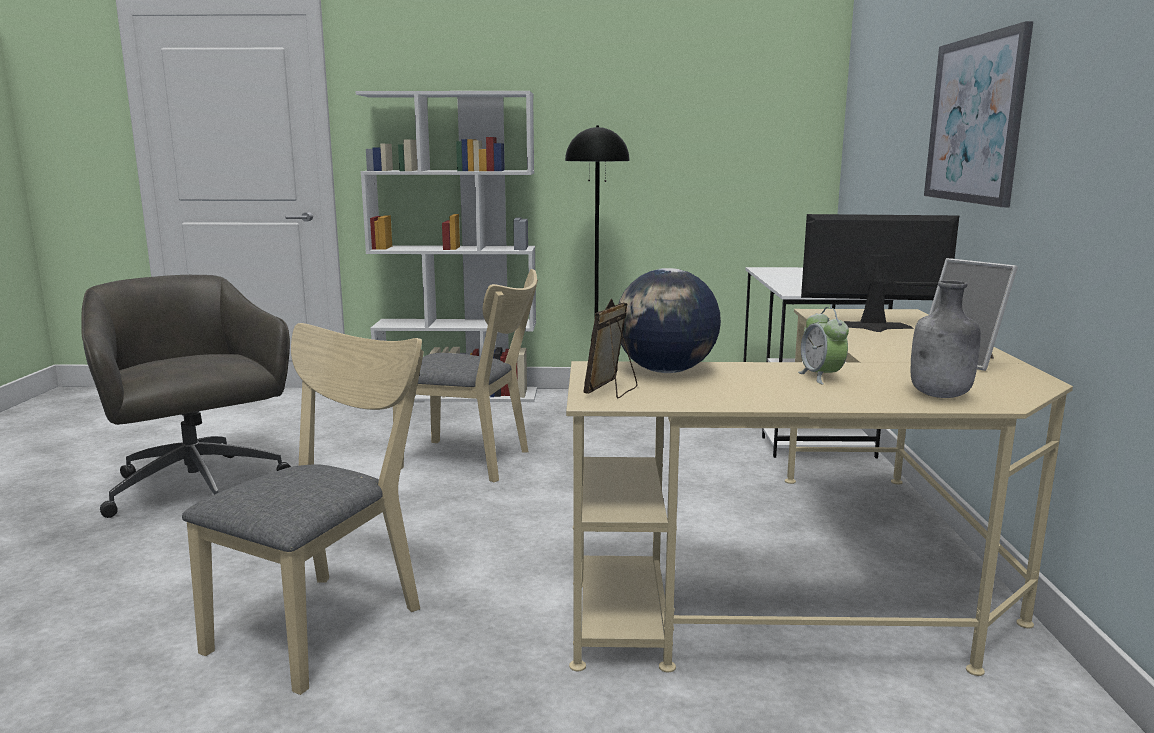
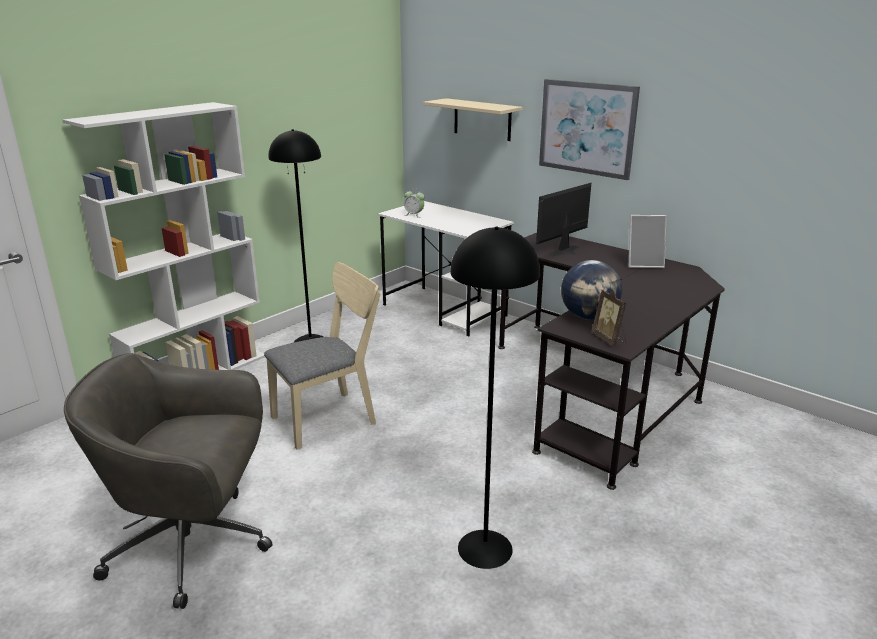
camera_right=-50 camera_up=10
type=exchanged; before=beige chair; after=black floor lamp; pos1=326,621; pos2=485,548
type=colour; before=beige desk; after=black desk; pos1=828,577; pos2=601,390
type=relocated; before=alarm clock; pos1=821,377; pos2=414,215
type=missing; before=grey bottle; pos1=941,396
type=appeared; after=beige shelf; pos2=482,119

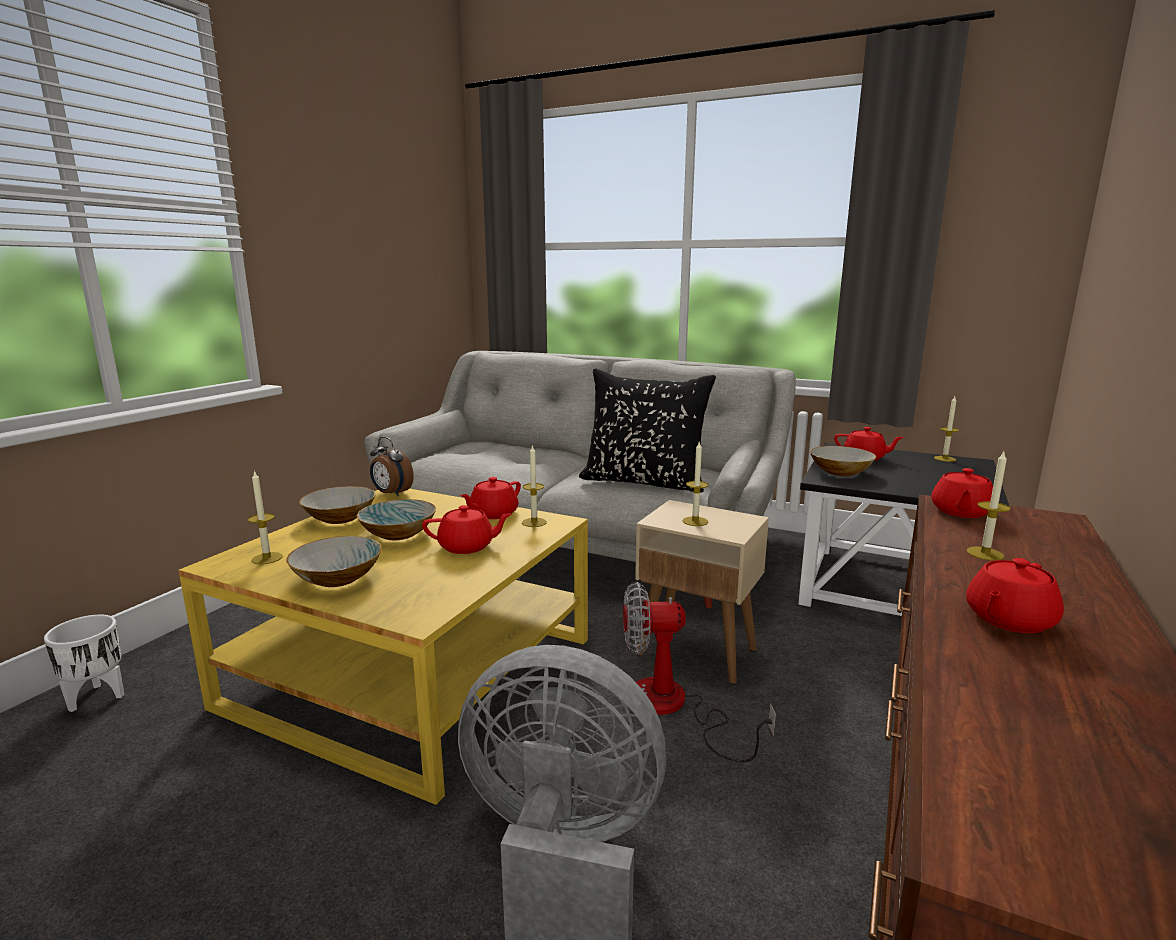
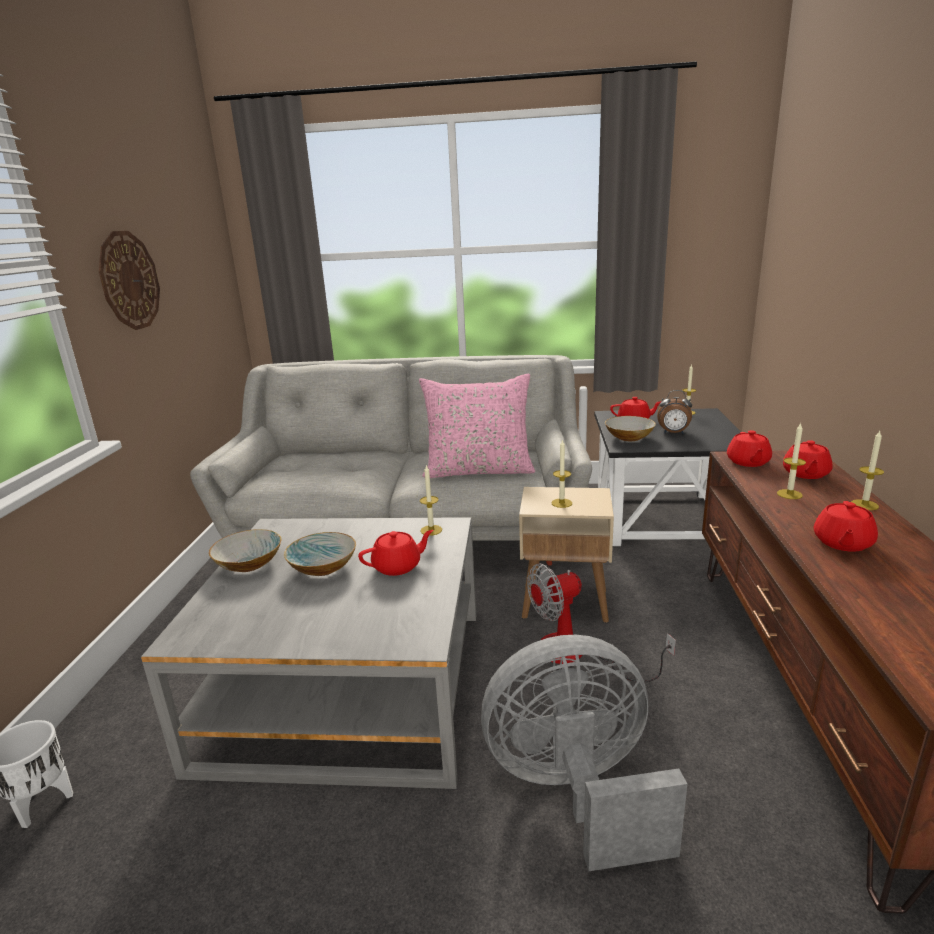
camera_right=-20 camera_up=5
type=colour; before=yellow coffee table; after=grey coffee table; pos1=413,671; pos2=349,685
type=relocated; before=candle; pos1=267,558; pos2=864,505
type=missing; before=bowl; pos1=337,579
type=relocated; before=alarm clock; pos1=391,494; pos2=673,433
type=relocated; before=red teapot; pos1=493,514; pos2=805,474
type=colour; before=black pillow; after=pink pillow; pos1=644,481; pos2=478,470
type=appeared; after=wall clock; pos2=129,280

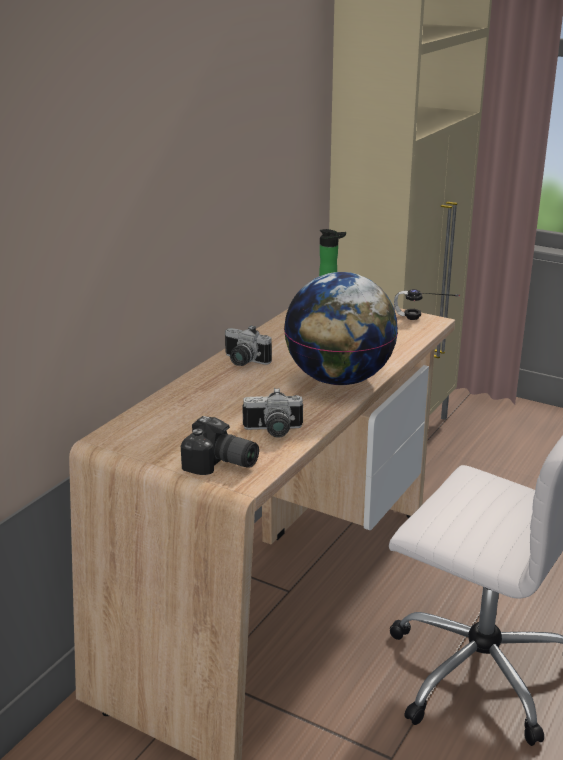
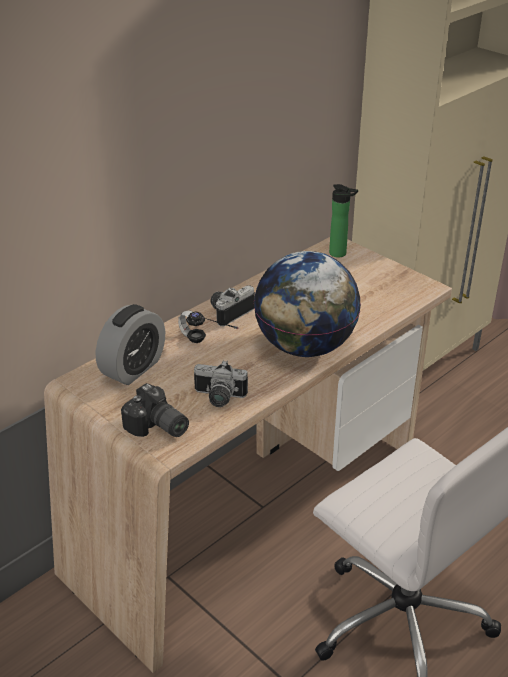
camera_right=15 camera_up=10
type=spun; before=photo camera; pos1=243,361; pos2=229,312; turn=90
type=relocated; before=headphones; pos1=421,322; pos2=201,347
type=appeared; after=alarm clock; pos2=133,368

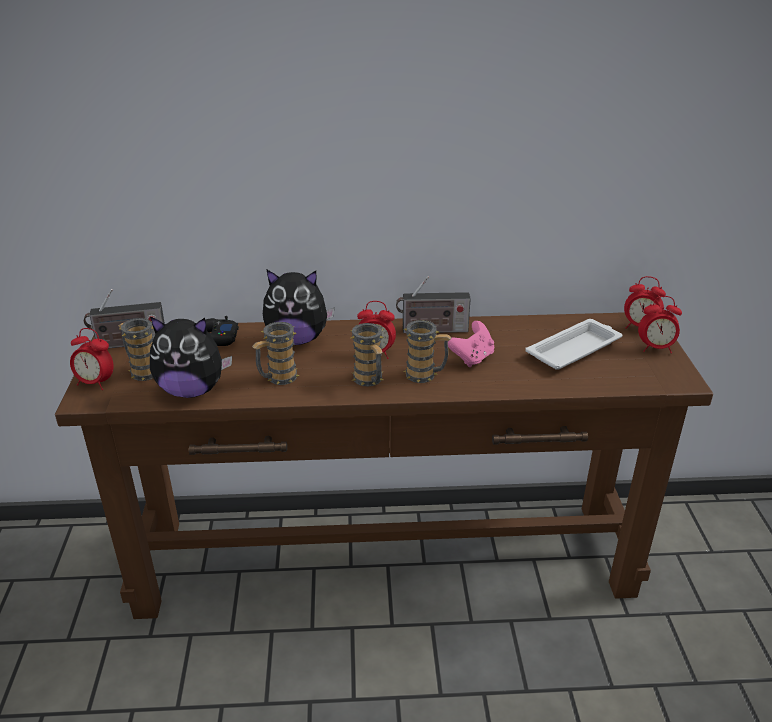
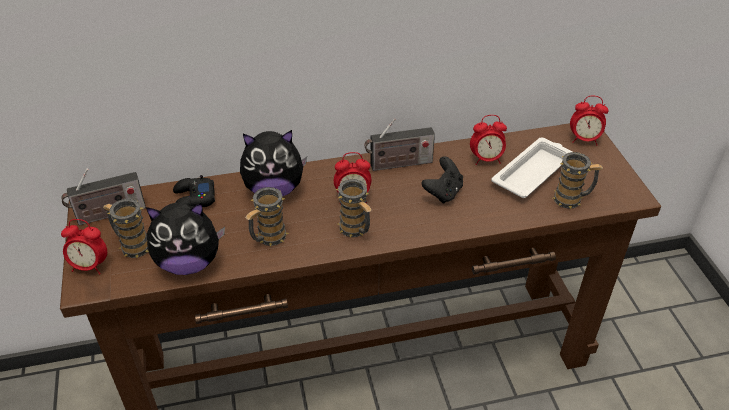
camera_right=-10 camera_up=10
type=relocated; before=mug; pos1=426,375; pos2=572,199
type=colour; before=pink game controller; after=black game controller; pos1=472,358; pos2=443,192
type=relocated; before=alarm clock; pos1=655,348; pos2=486,159

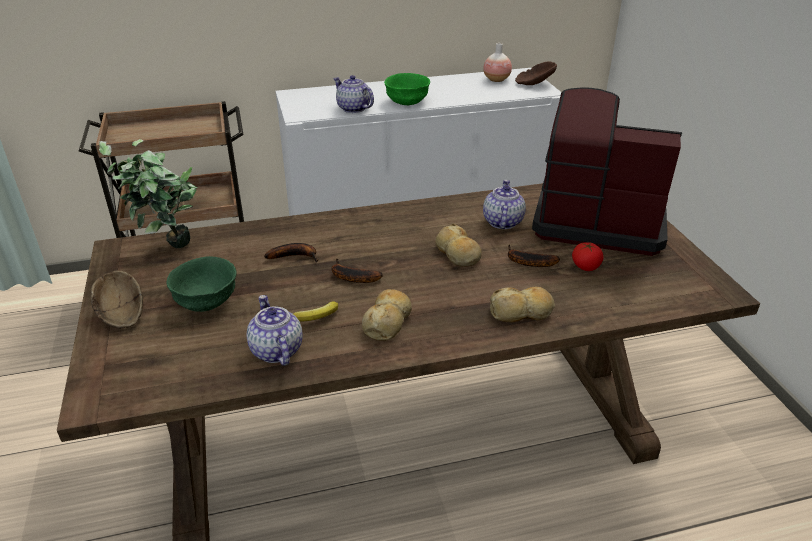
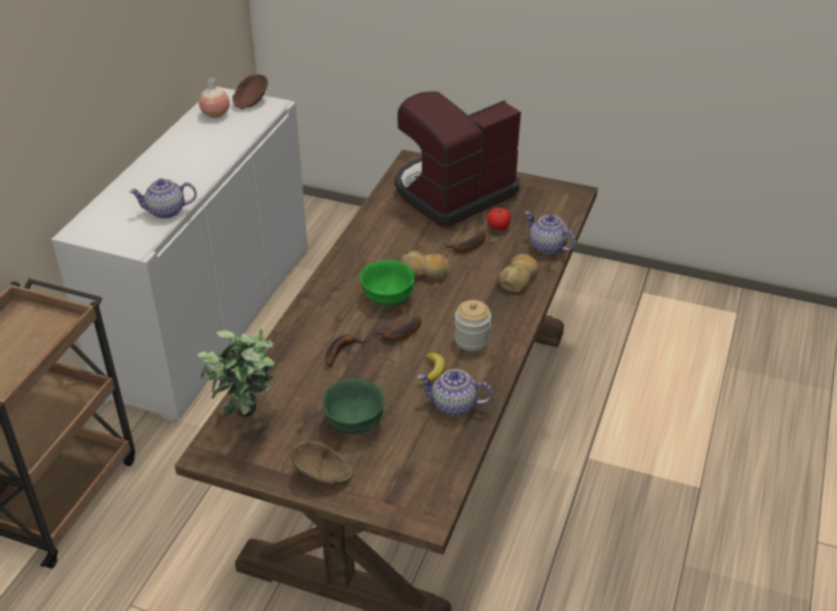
camera_right=-55 camera_up=5
type=exchanged; before=bread; after=jar; pos1=388,321; pos2=471,340
type=relocated; before=green bowl; pos1=407,102; pos2=388,296
type=relocated; before=teapot; pos1=502,222; pos2=547,246

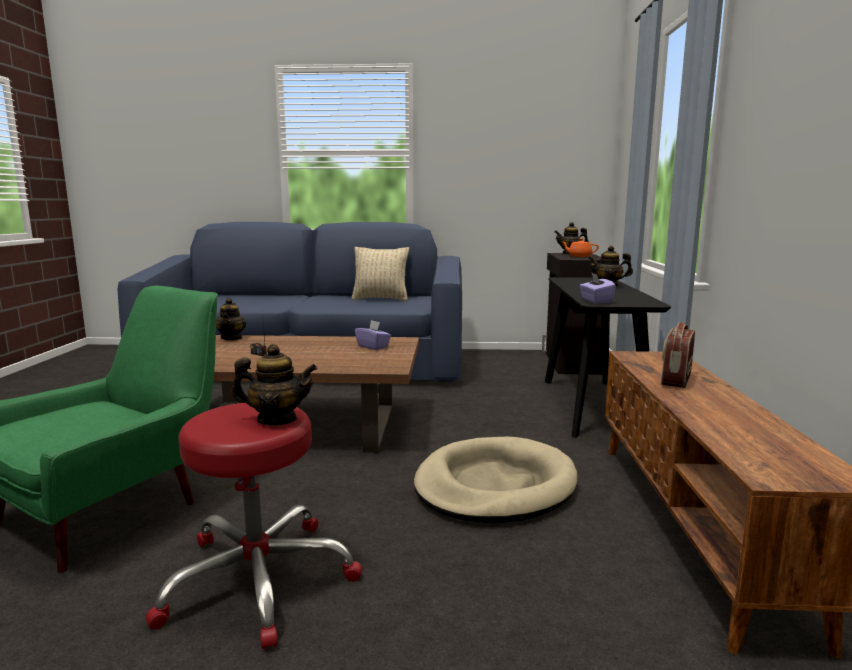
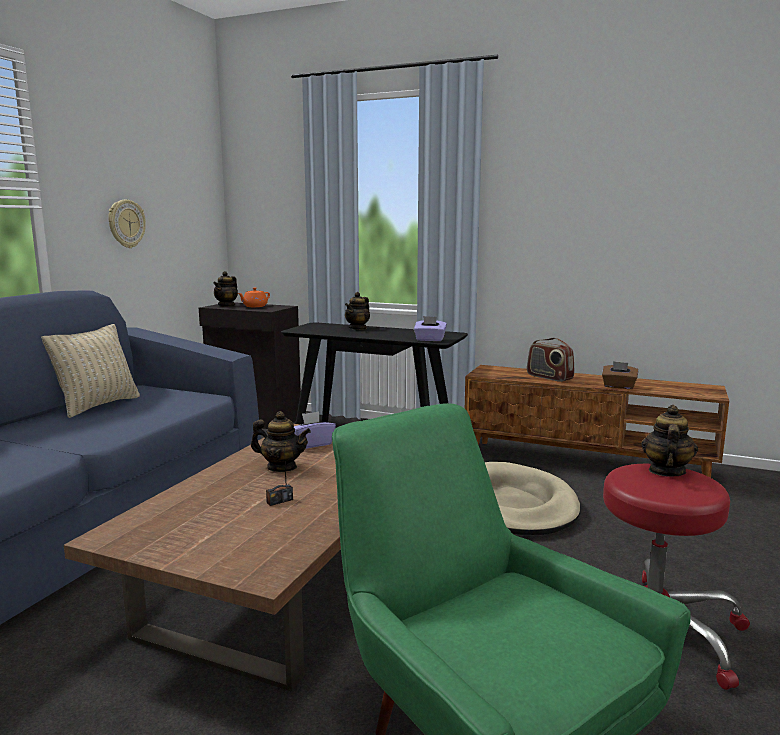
camera_right=-70 camera_up=0
type=relocated; before=teapot; pos1=232,338; pos2=282,467
type=appeared; after=wall clock; pos2=126,224
type=appeared; after=brown tissue box; pos2=618,386

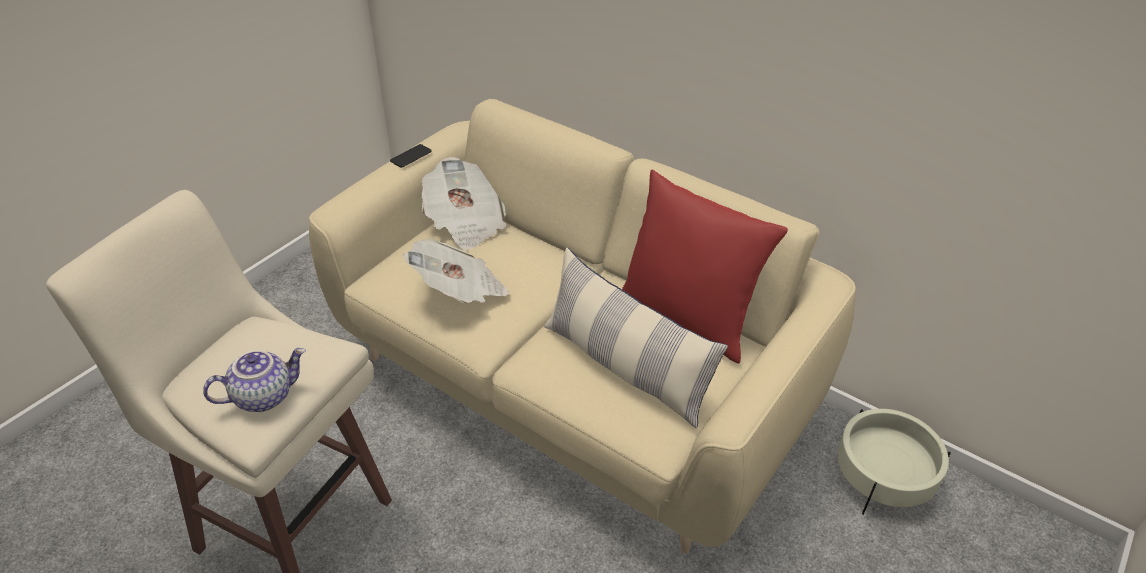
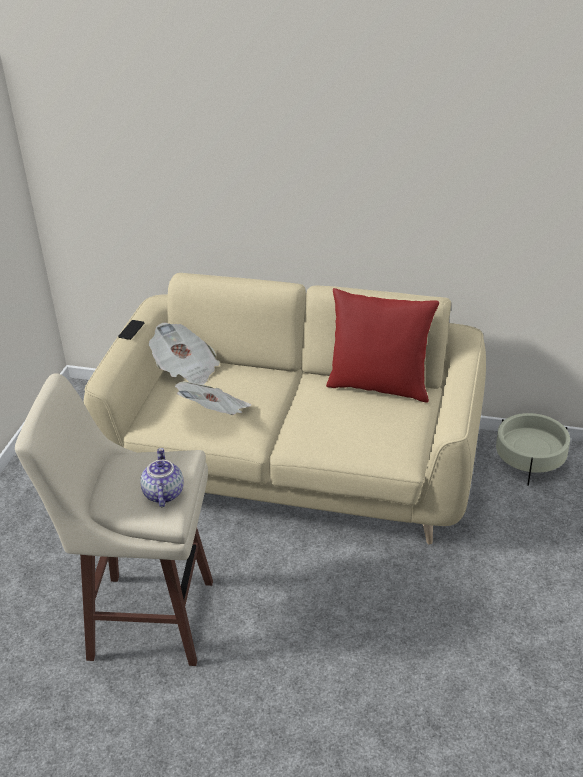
camera_right=-20 camera_up=-5
type=spun; before=teapot; pos1=264,395; pos2=162,493; turn=-45
type=missing; before=pillow; pos1=625,367

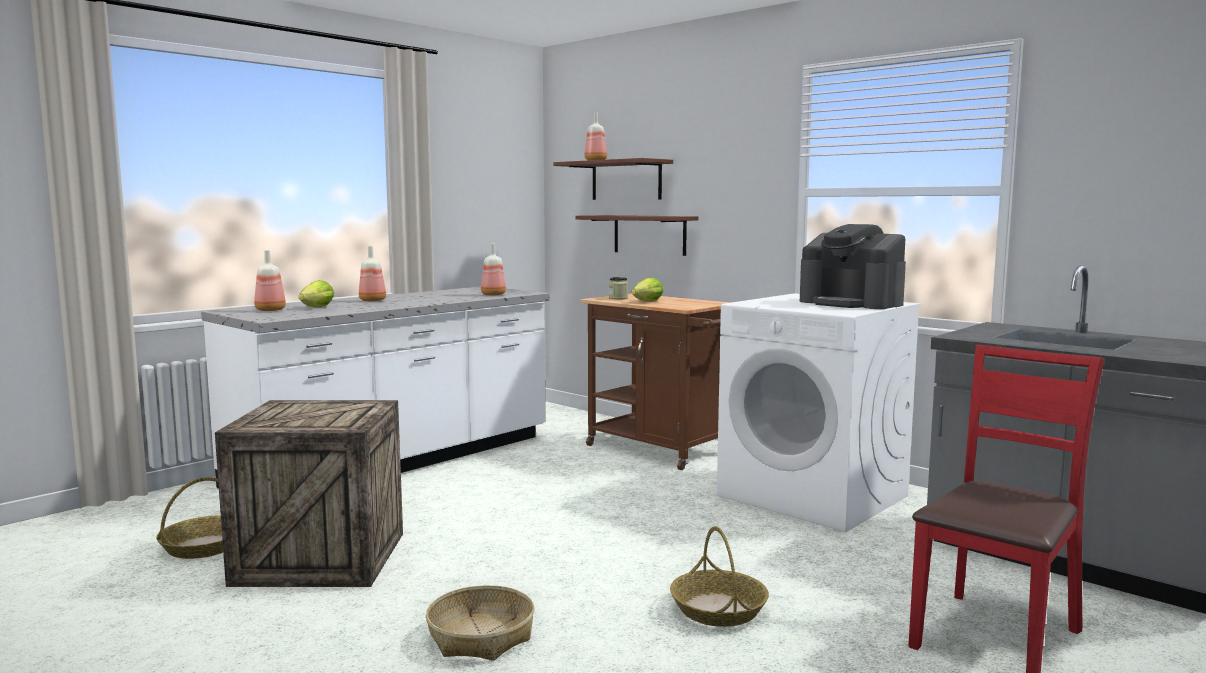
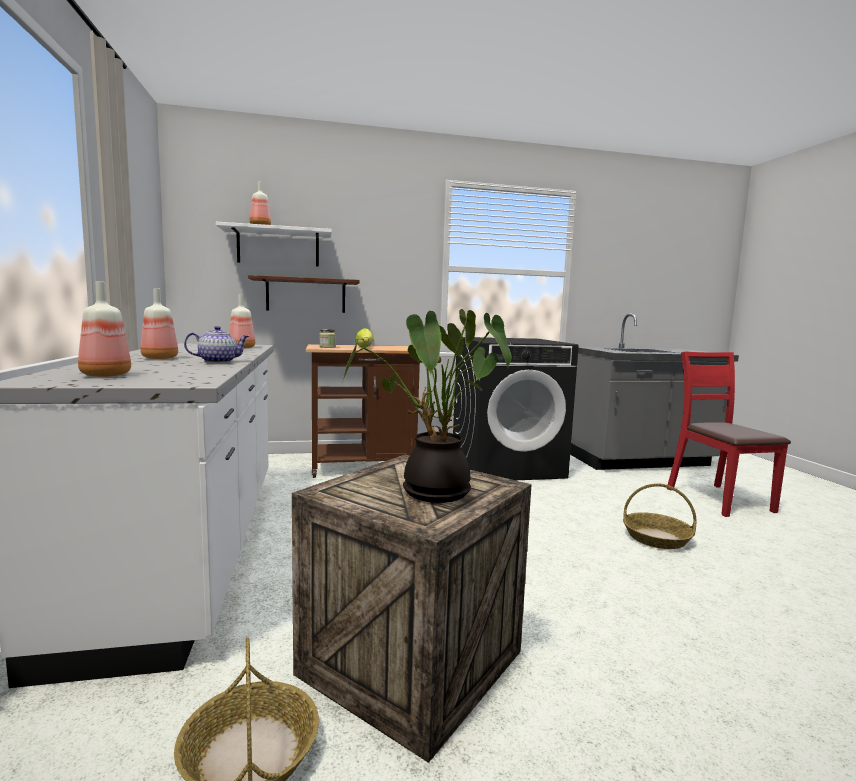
camera_right=-55 camera_up=0
type=missing; before=lettuce; pos1=315,308
type=missing; before=basket; pos1=480,636
type=colour; before=brown shelf; after=white shelf; pos1=626,180; pos2=278,247
type=colour; before=white washing machine; after=black washing machine; pos1=814,496; pos2=507,466
type=missing; before=coffee machine; pos1=852,303
type=appeared; after=teapot; pos2=218,361
type=appeared; after=potted plant; pos2=430,493

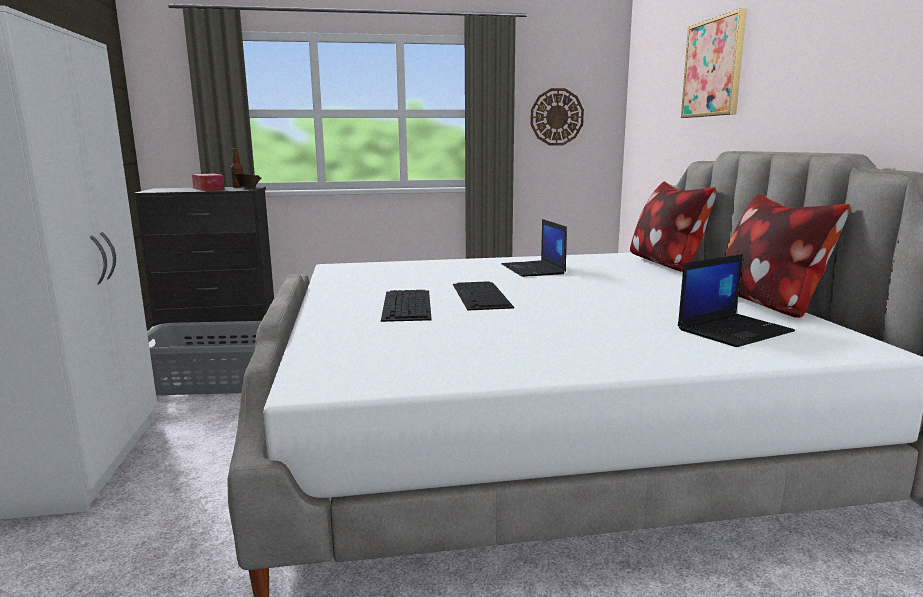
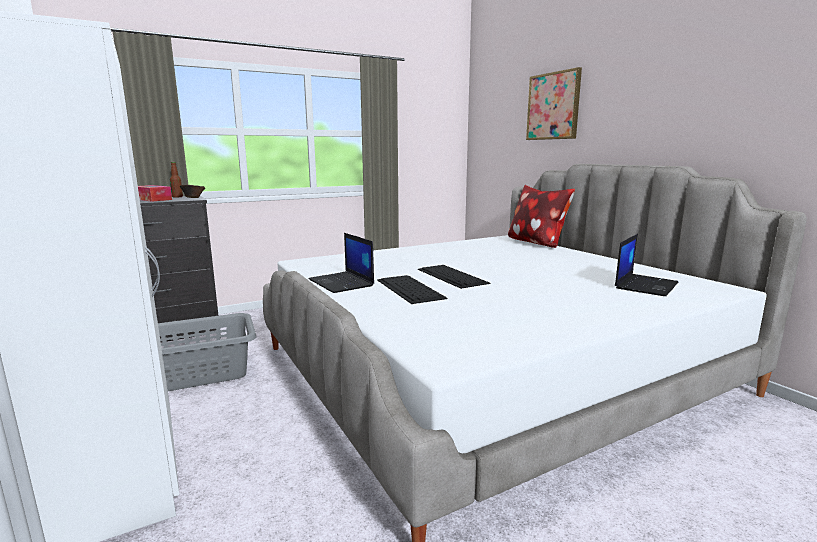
camera_right=-20 camera_up=0
type=relocated; before=laptop; pos1=534,269; pos2=342,283
type=missing; before=wall clock; pos1=556,117
type=missing; before=pillow; pos1=767,304

